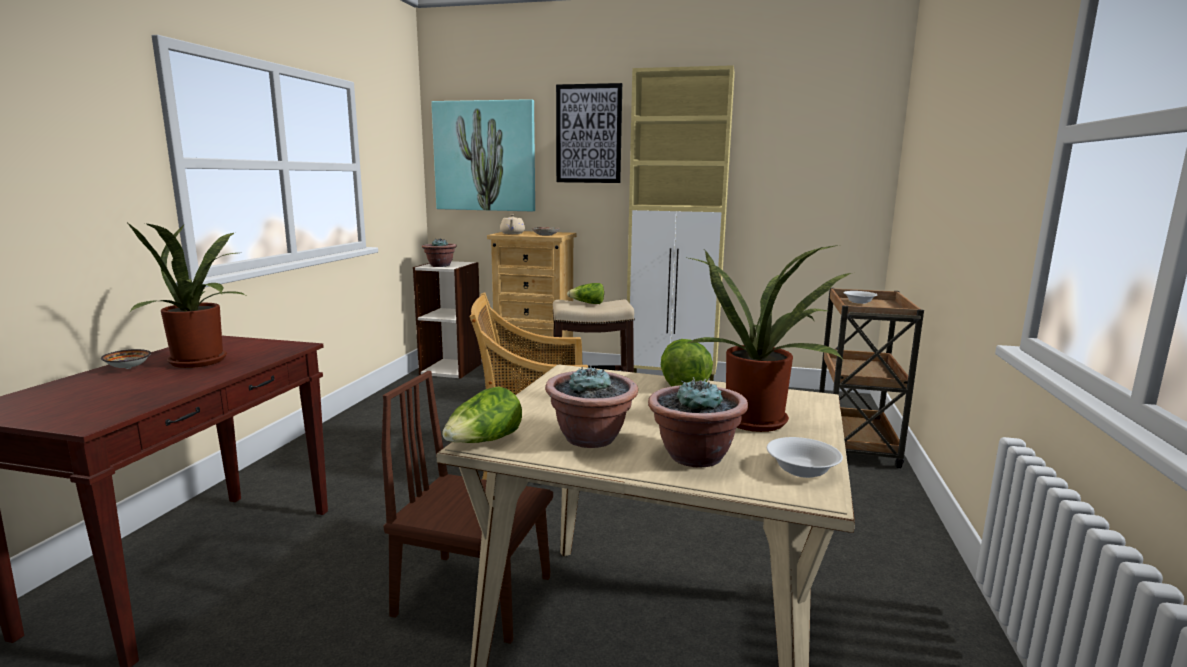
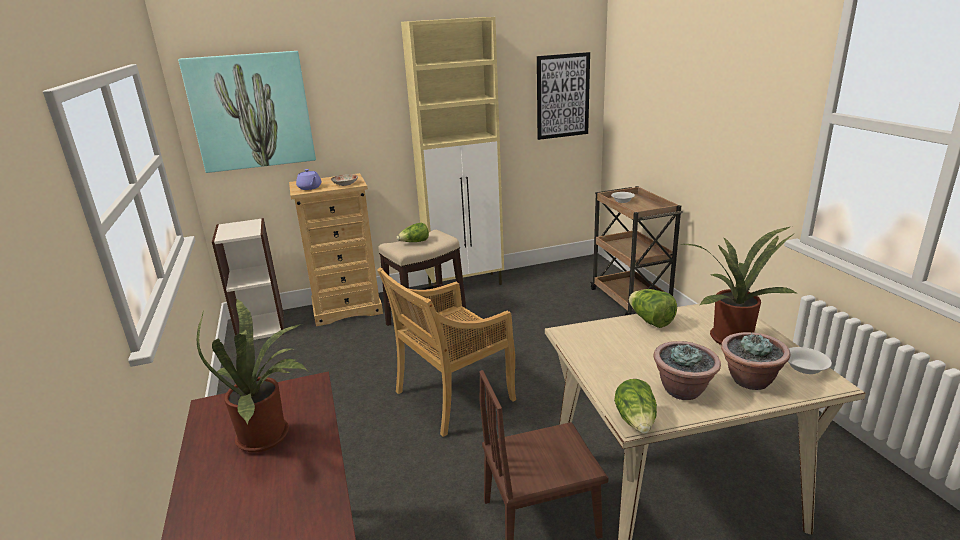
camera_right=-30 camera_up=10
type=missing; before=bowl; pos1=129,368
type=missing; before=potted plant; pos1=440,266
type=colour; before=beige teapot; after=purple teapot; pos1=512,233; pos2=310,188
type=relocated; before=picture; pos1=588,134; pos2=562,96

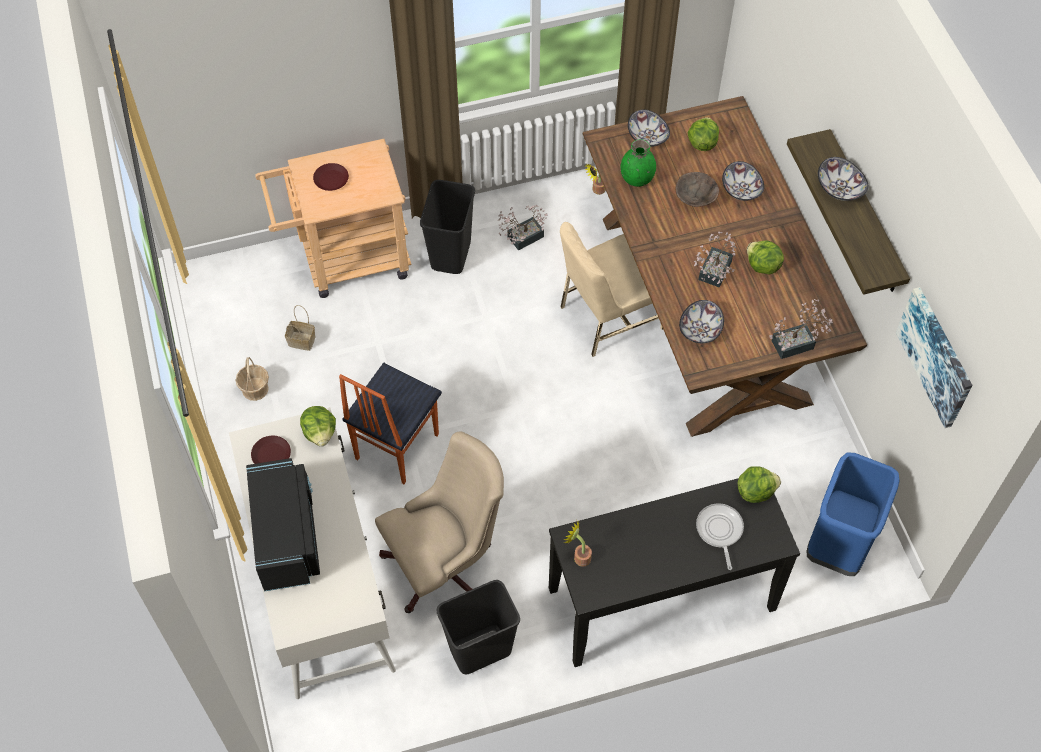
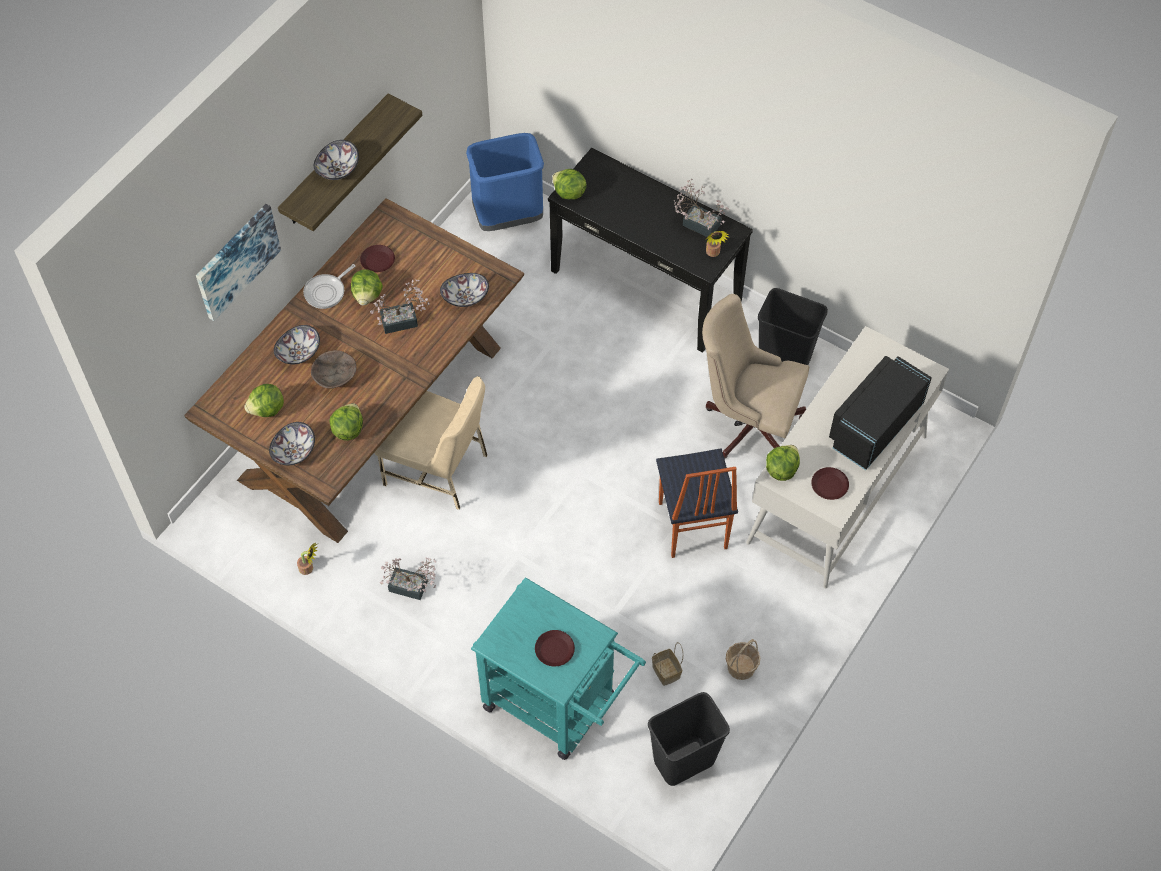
camera_right=-130 camera_up=0
type=colour; before=beige cart; after=turquoise cart; pos1=345,261; pos2=558,706
type=spun; before=chair; pos1=395,446; pos2=691,526; turn=90
type=relocated; before=black trash can; pos1=450,254; pos2=684,762
type=exchanged; before=green vase; after=lettuce; pos1=637,178; pos2=348,430
type=relocated; before=frying pan; pos1=719,531; pos2=327,292
type=relocated; before=potted plant; pos1=797,343; pos2=697,222
type=relocated; before=picture; pos1=936,356; pos2=236,260
type=appeared; after=brown plate; pos2=378,261

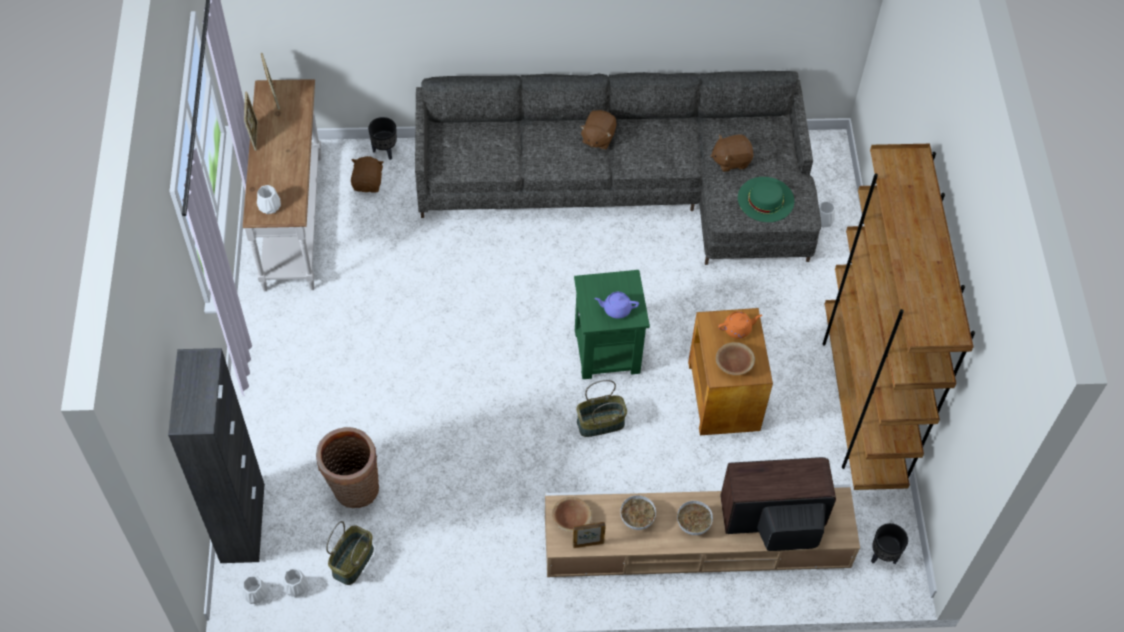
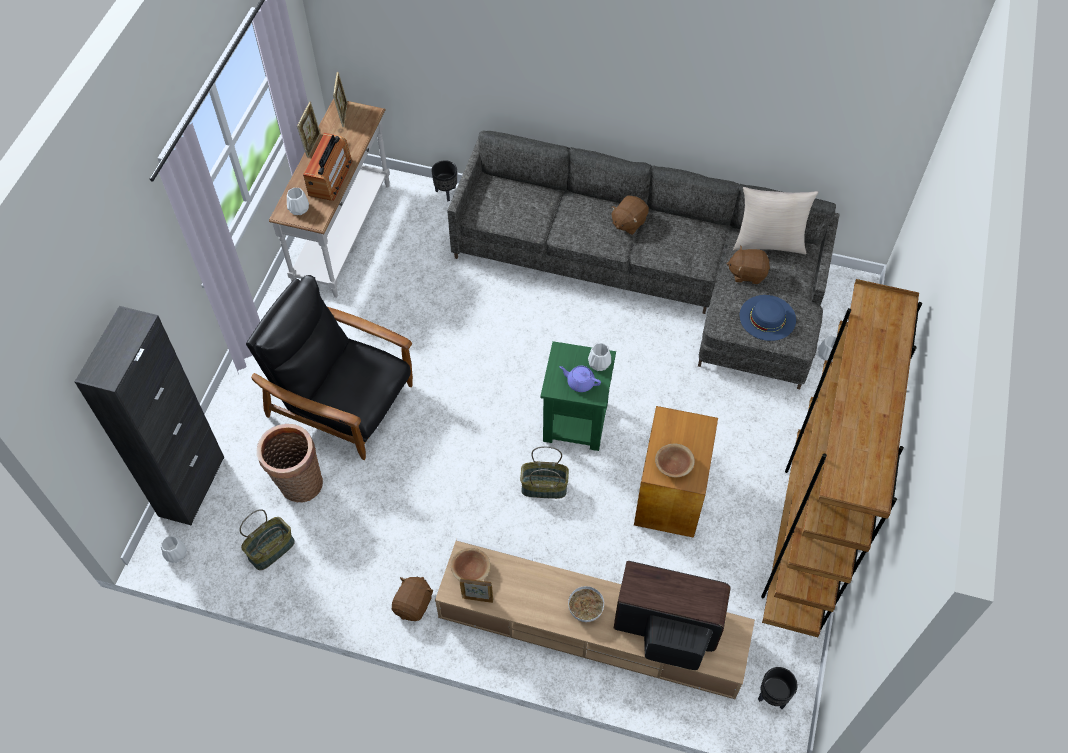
camera_right=20 camera_up=0
type=relocated; before=white vase; pos1=296,586; pos2=599,363
type=relocated; before=brown plush toy; pos1=368,183; pos2=414,604
type=missing; before=bowl; pos1=637,518
type=missing; before=orange teapot; pos1=738,329
type=colour; before=green hat; after=blue hat; pos1=765,199; pos2=767,317
type=appeared; after=black armchair; pos2=342,401
type=appeared; after=radio; pos2=330,177
type=appeared; after=beige pillow; pos2=769,243

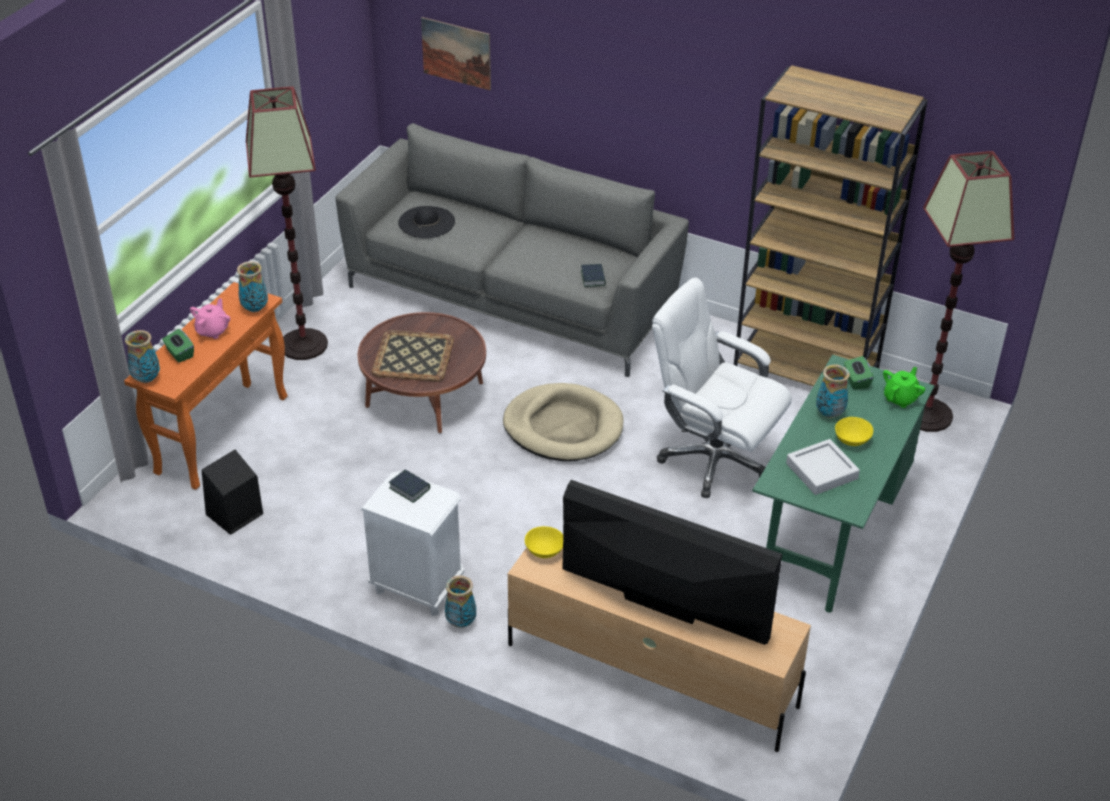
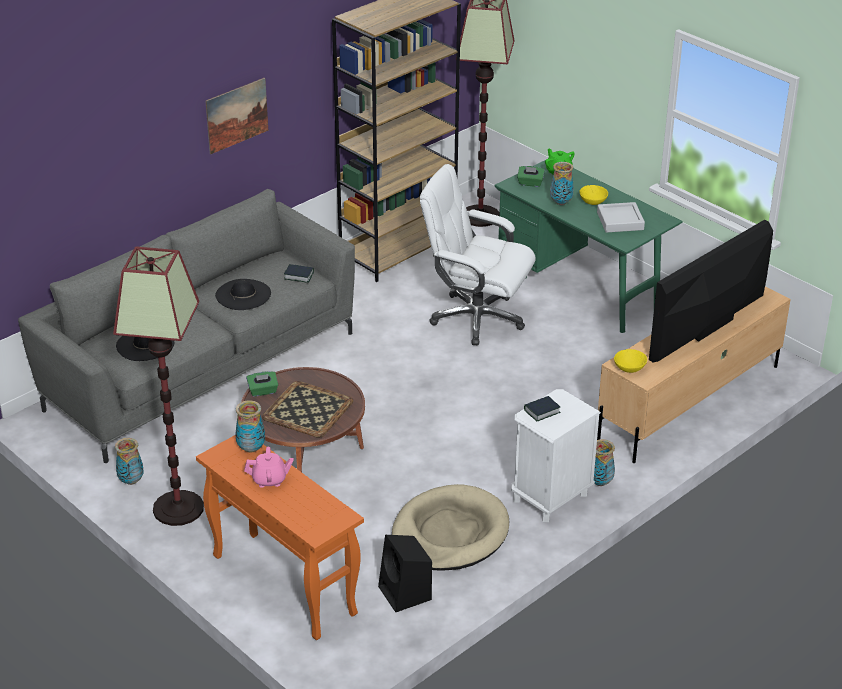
camera_right=-70 camera_up=-5
type=relocated; before=vase; pos1=146,379; pos2=131,481
type=relocated; before=green tissue box; pos1=179,353; pos2=263,391
type=spun; before=pink teapot; pos1=213,331; pos2=269,480; turn=135
type=relocated; before=picture; pos1=456,53; pos2=237,115
type=relocated; before=beige dog bed; pos1=563,427; pos2=450,533
type=spun; before=white office chair; pos1=713,459; pos2=476,318; turn=60
type=appeared; after=black hat; pos2=243,294

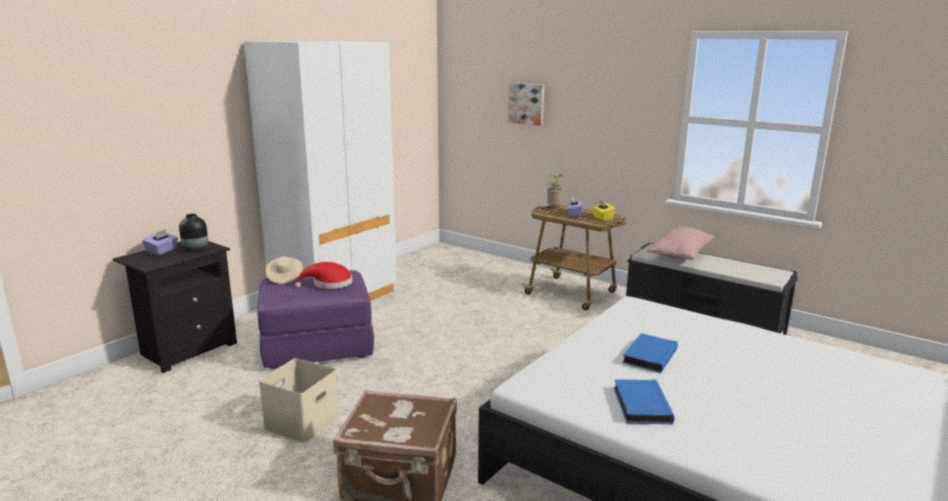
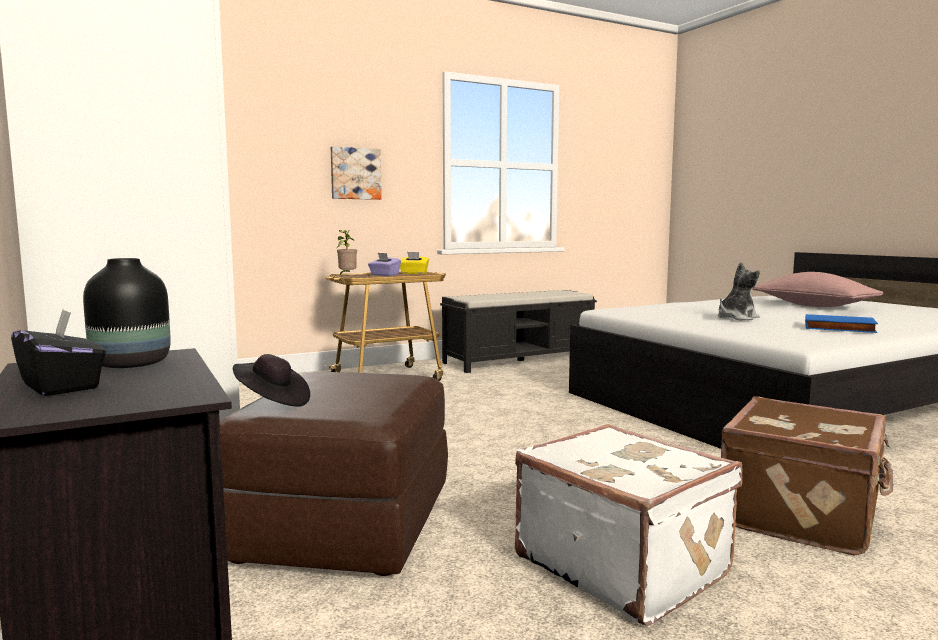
camera_right=-65 camera_up=-10
type=colour; before=purple tissue box; after=black tissue box; pos1=162,251; pos2=62,386
type=colour; before=purple ottoman; after=brown ottoman; pos1=318,346; pos2=343,523
type=exchanged; before=beige storage box; after=white suitcase; pos1=302,421; pos2=623,565
type=colour; before=beige hat; after=black hat; pos1=284,278; pos2=272,402
type=missing; before=red hat; pos1=329,284
type=relocated; before=picture; pos1=527,103; pos2=355,173
type=exchanged; before=blue book; after=plush toy; pos1=648,355; pos2=736,318
type=relocated; before=pink pillow; pos1=681,255; pos2=814,306

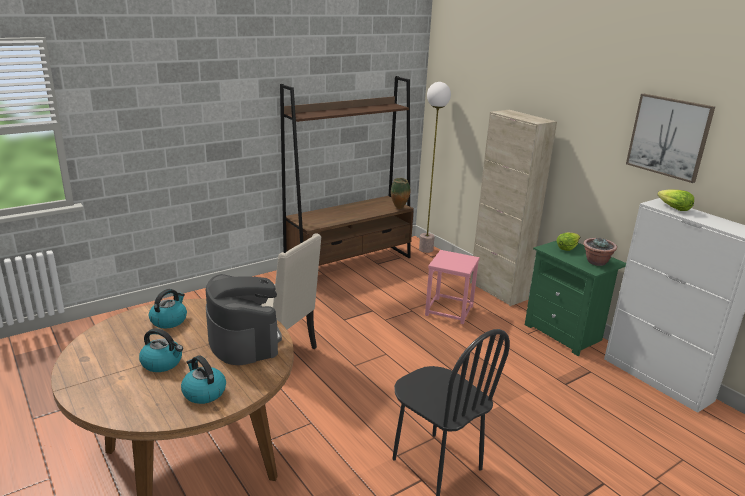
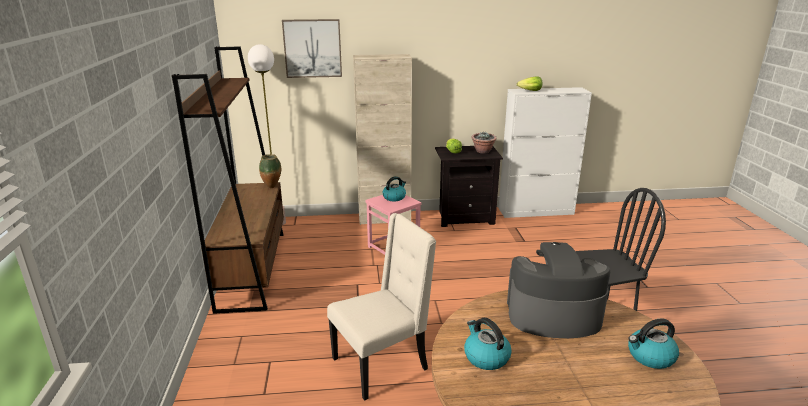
camera_right=-60 camera_up=0
type=relocated; before=kettle; pos1=162,363; pos2=394,197
type=colour; before=green nightstand; after=black nightstand; pos1=565,333; pos2=465,217
type=relocated; before=picture; pos1=669,137; pos2=312,48

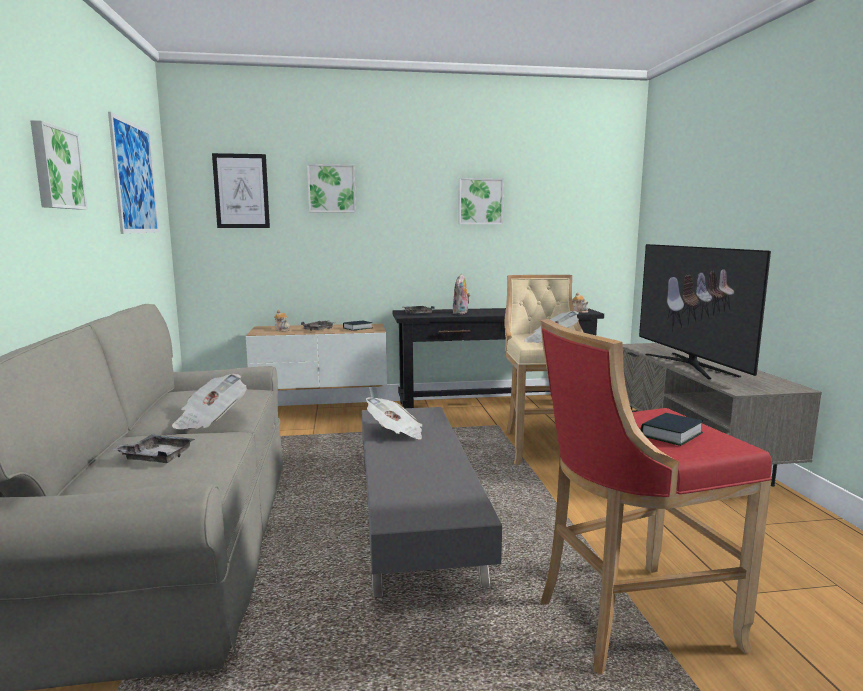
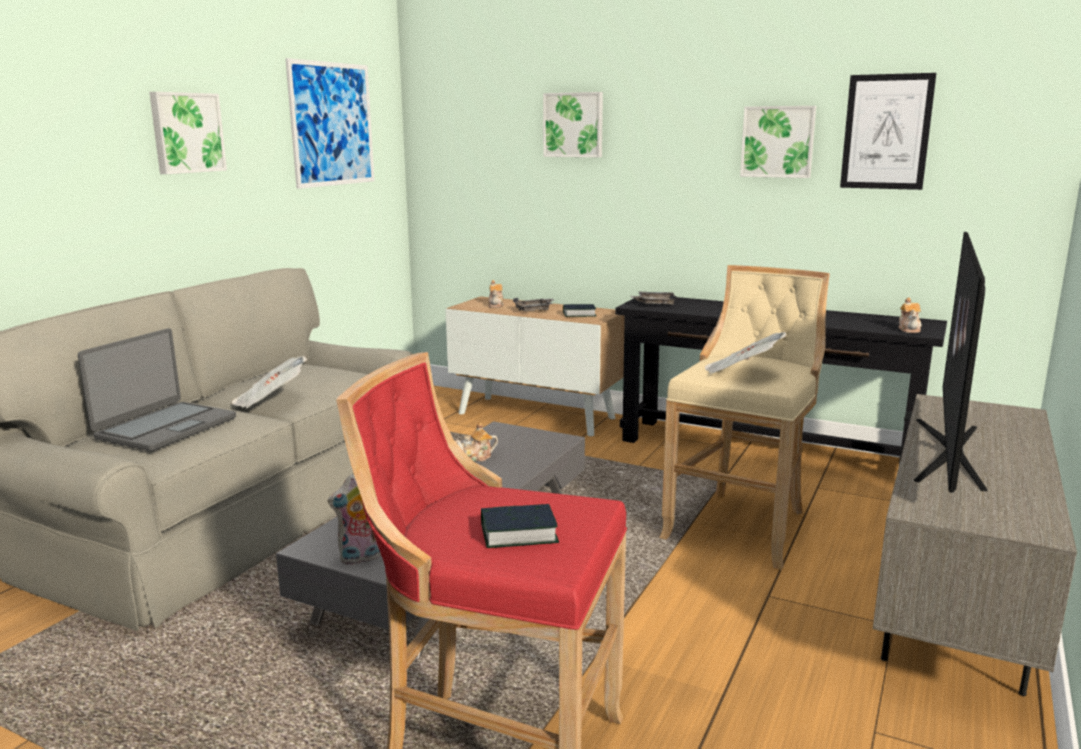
camera_right=35 camera_up=5
type=exchanged; before=grey tray; after=laptop; pos1=156,457; pos2=165,428
type=relocated; before=picture; pos1=241,191; pos2=886,132
type=exchanged; before=newspaper; after=teapot; pos1=396,433; pos2=476,457
type=relocated; before=plush toy; pos1=461,313; pos2=362,558

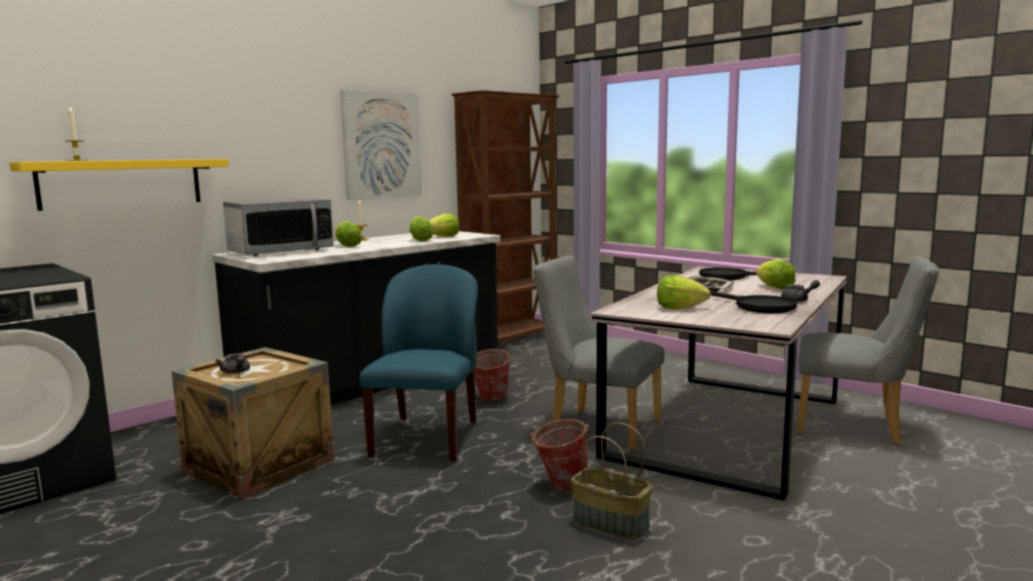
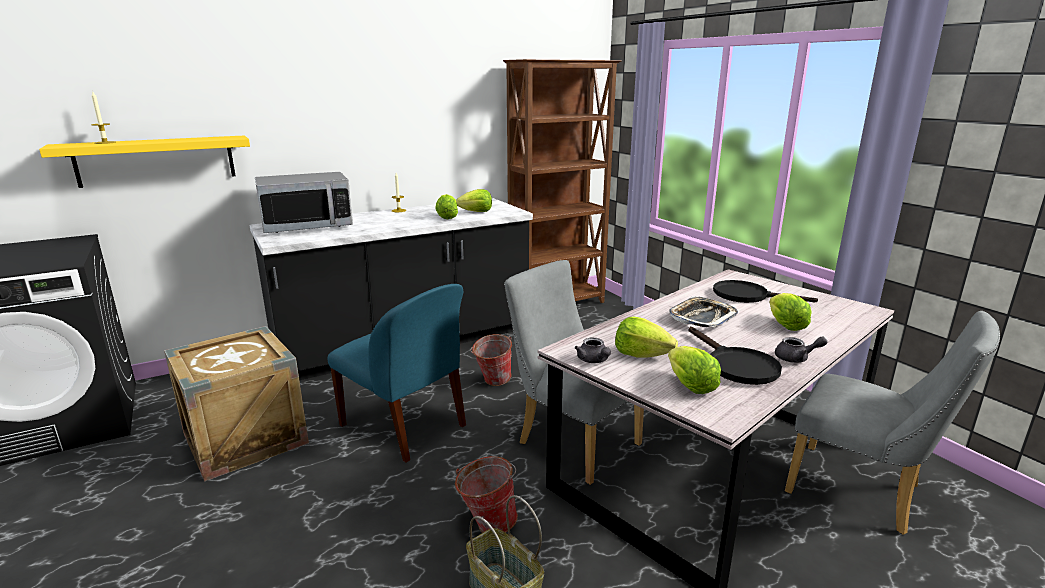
camera_right=15 camera_up=10
type=relocated; before=grey teapot; pos1=236,372; pos2=594,361
type=relocated; before=lettuce; pos1=347,246; pos2=690,385
type=missing; before=picture; pos1=382,145
type=spun; before=blue chair; pos1=426,437; pos2=405,426; turn=105

